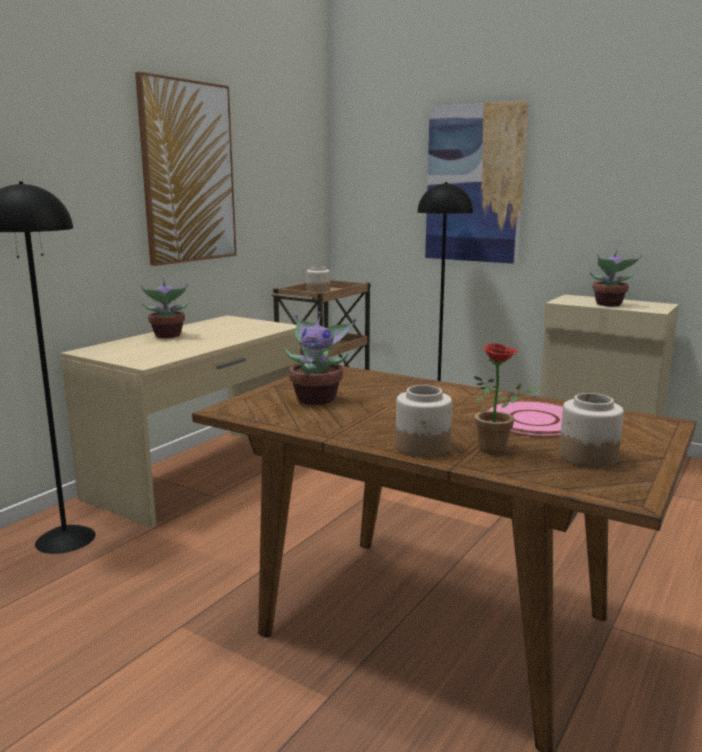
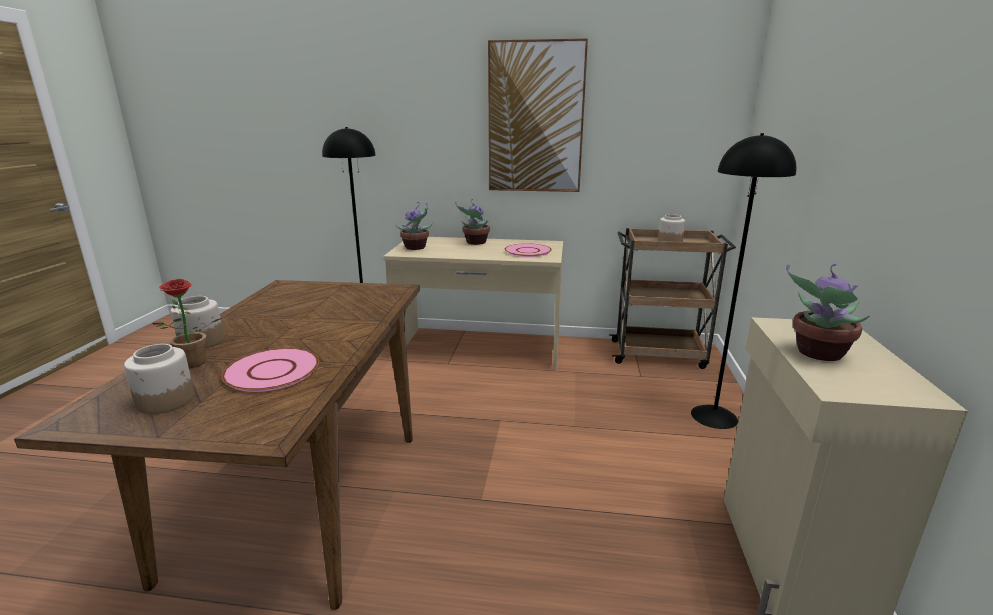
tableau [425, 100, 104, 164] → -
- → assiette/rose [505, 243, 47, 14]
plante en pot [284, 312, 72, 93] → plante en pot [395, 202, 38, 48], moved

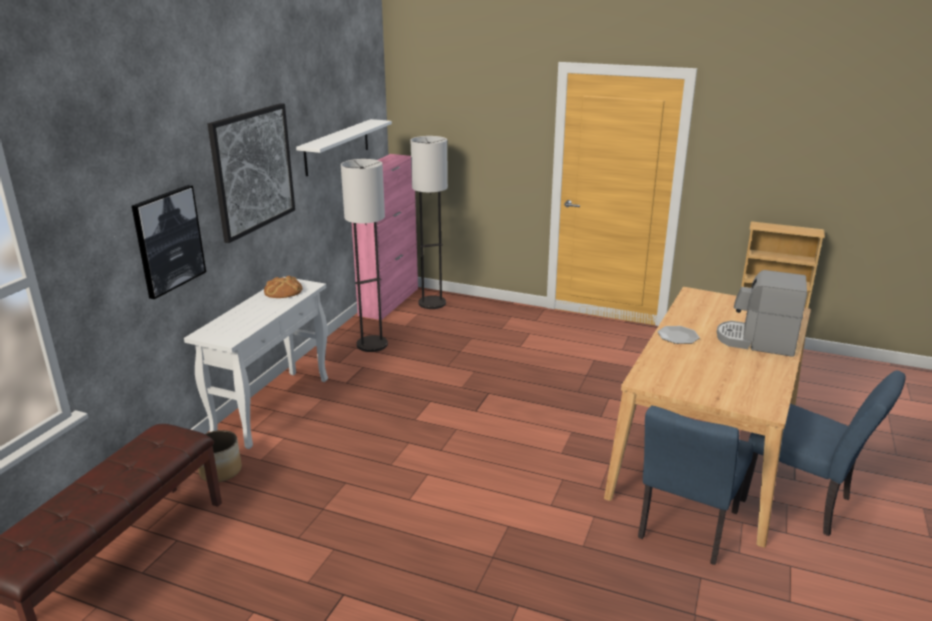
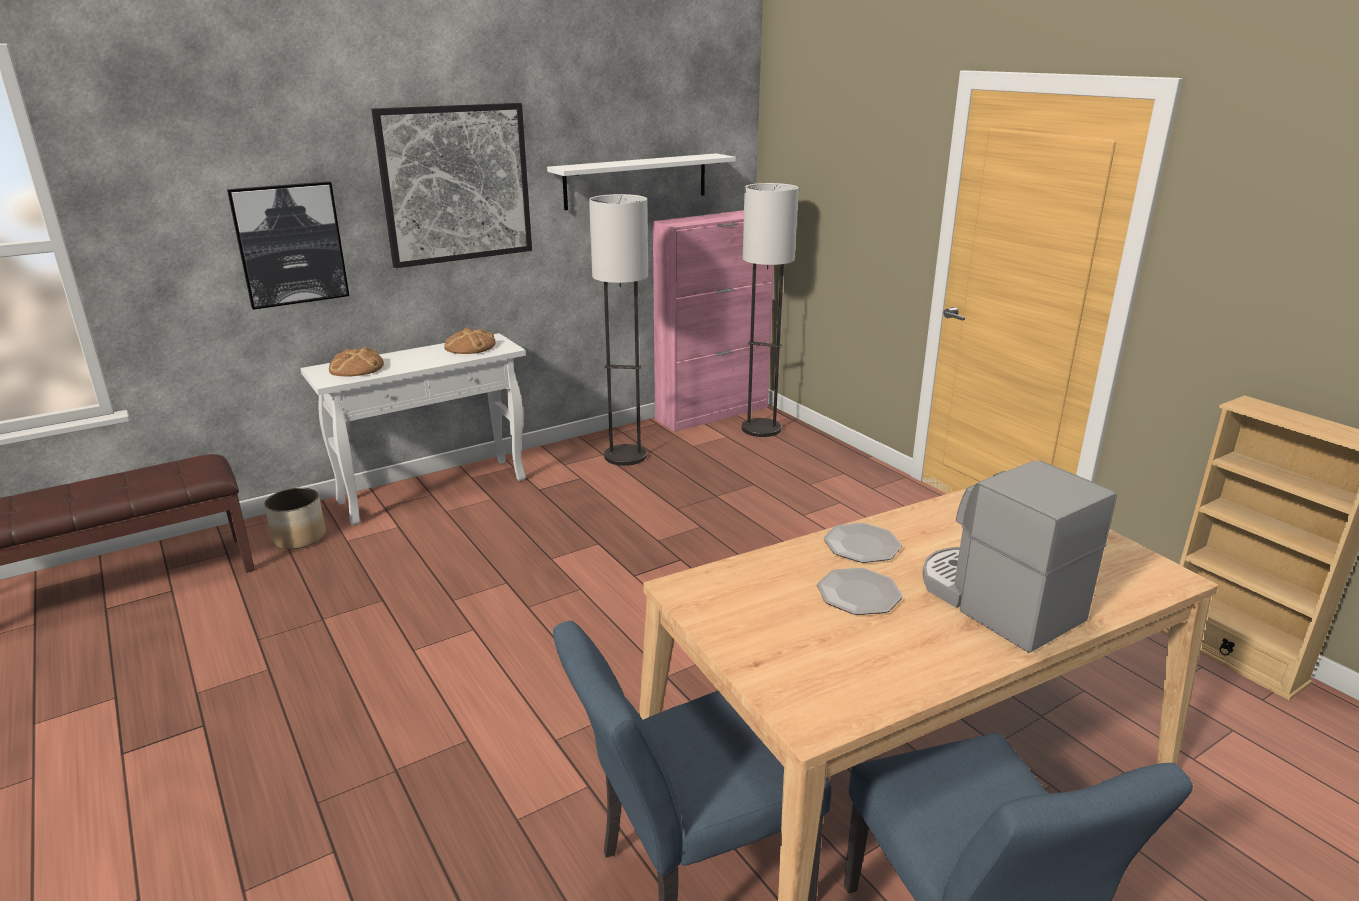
- → pain [329, 347, 55, 30]
- → assiette [817, 568, 86, 47]

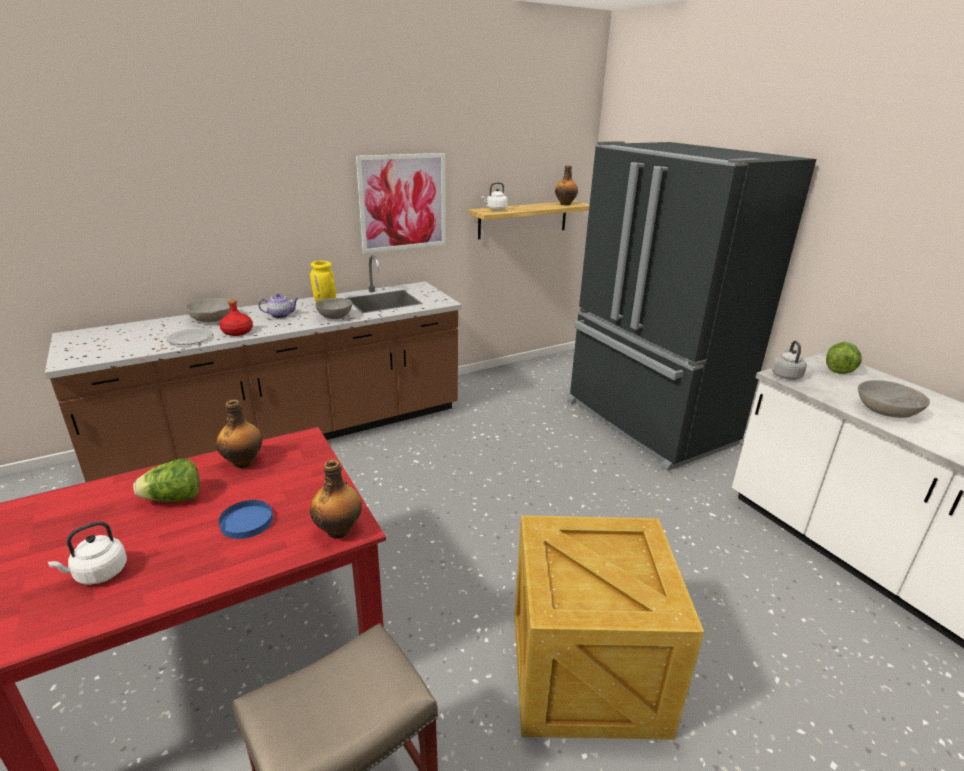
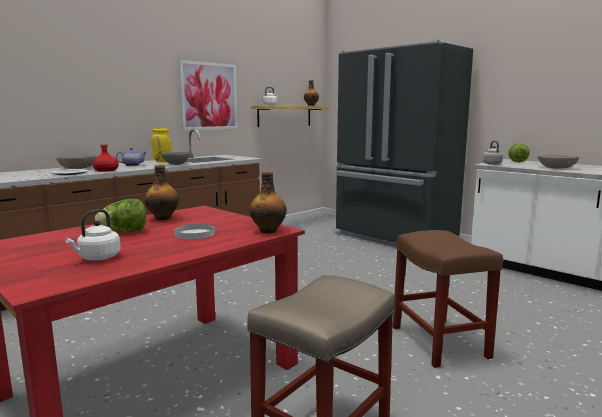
caisse [515, 515, 189, 225] → tabouret/marron [393, 230, 110, 138]
assiette/bleu [219, 500, 54, 39] → assiette/blanc [175, 224, 40, 16]

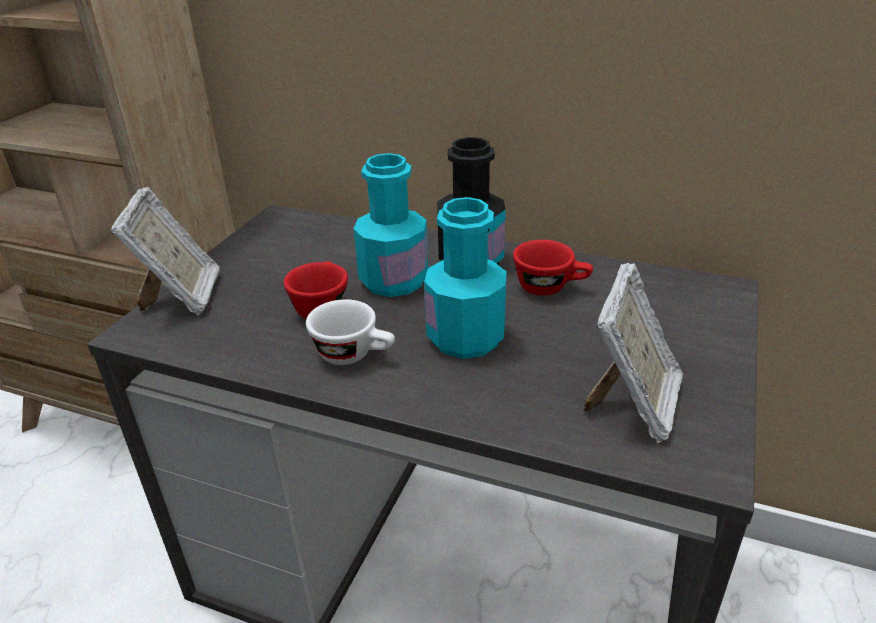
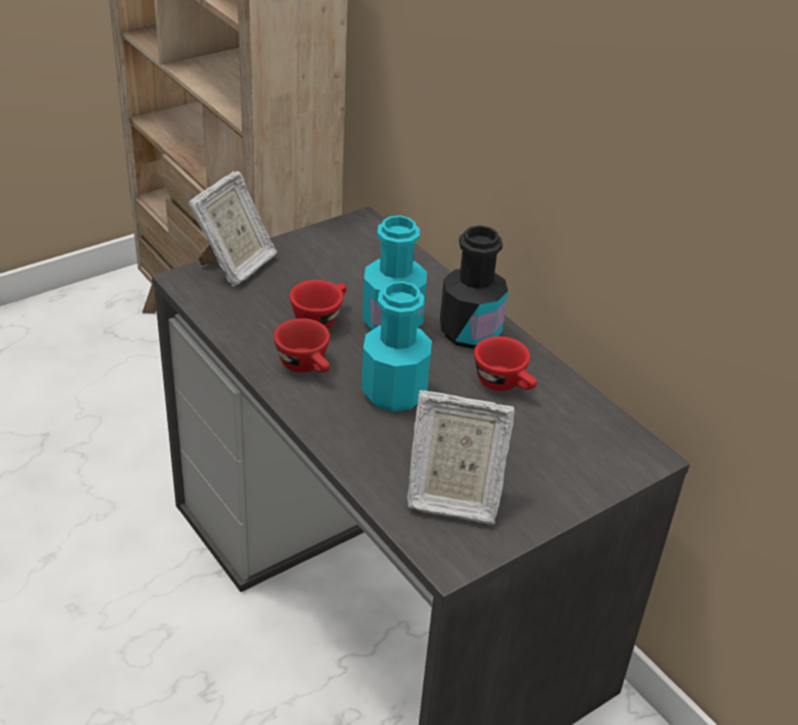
tasse/blanc [306, 299, 89, 66] → tasse/rouge [274, 318, 56, 55]
cadre photo [584, 263, 99, 180] → cadre photo [407, 390, 108, 134], 45 degrees clockwise

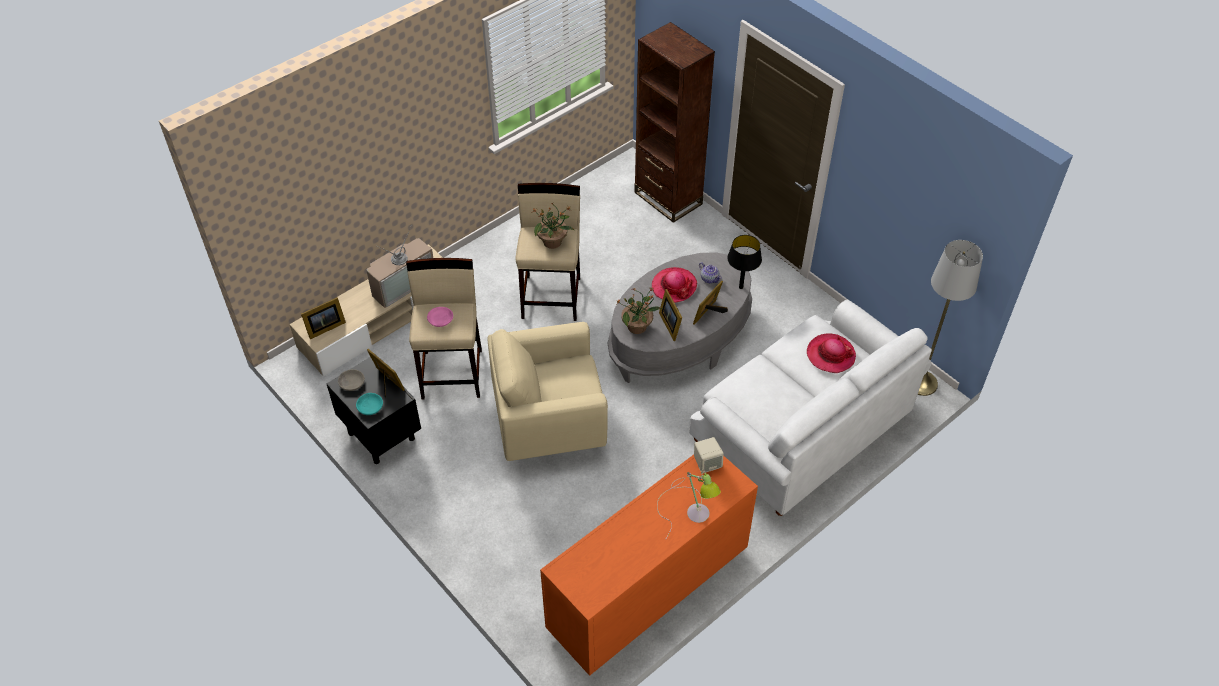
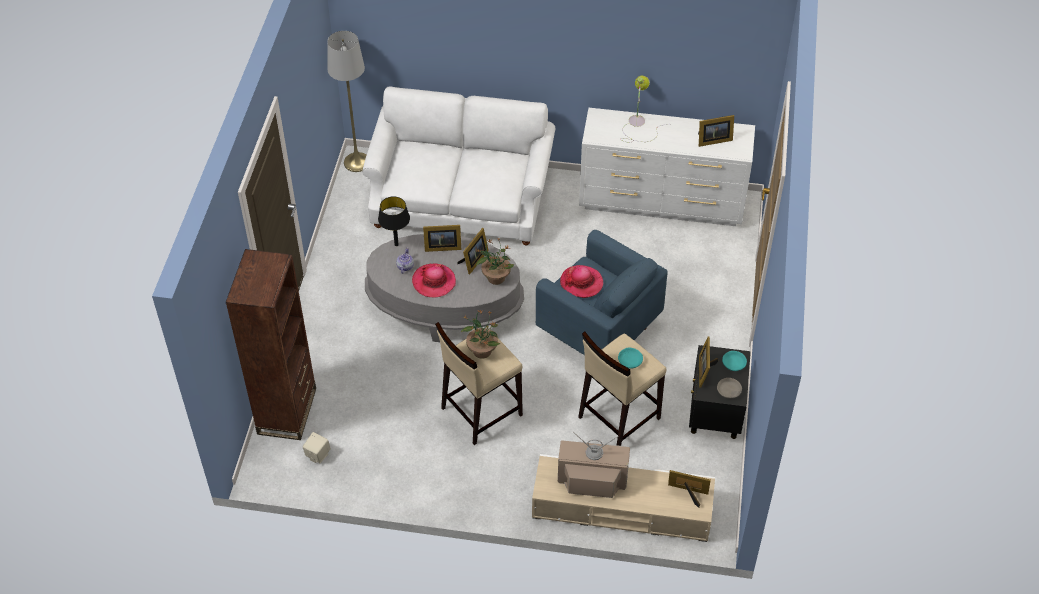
- → cadre photo [698, 115, 36, 32]
enceinte/beige [694, 437, 30, 37] → enceinte/beige [302, 432, 29, 31], moved
chapeau [807, 333, 49, 40] → chapeau [560, 265, 43, 33], moved
bol/rose [427, 307, 26, 20] → bol/turquoise [618, 348, 25, 21]
fauteuil/beige [487, 322, 121, 139] → fauteuil/bleu [536, 230, 132, 125]
commode/orange [540, 455, 218, 221] → commode/blanc [579, 108, 176, 118]

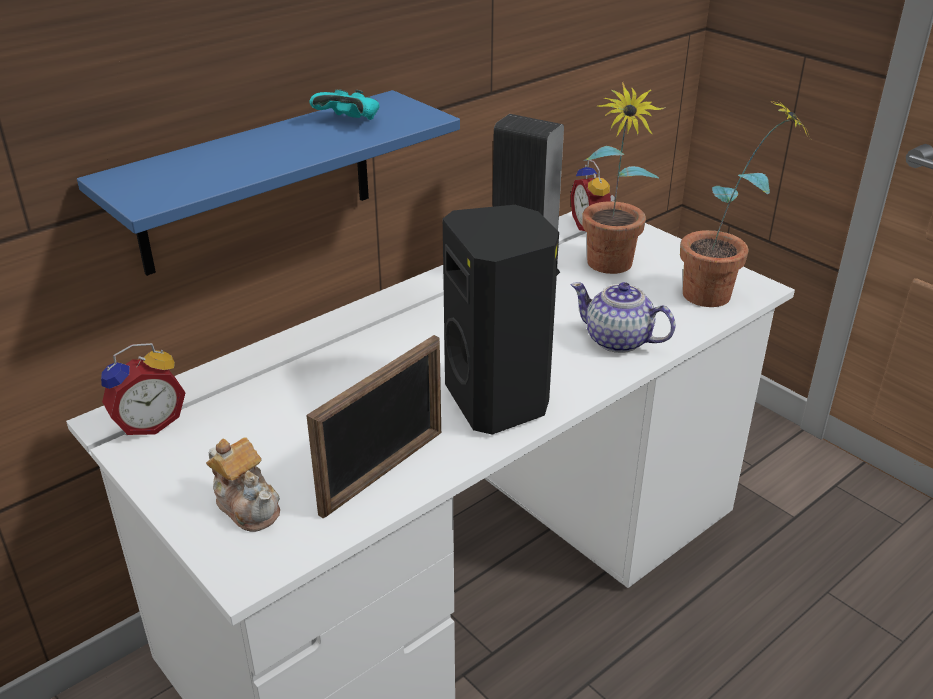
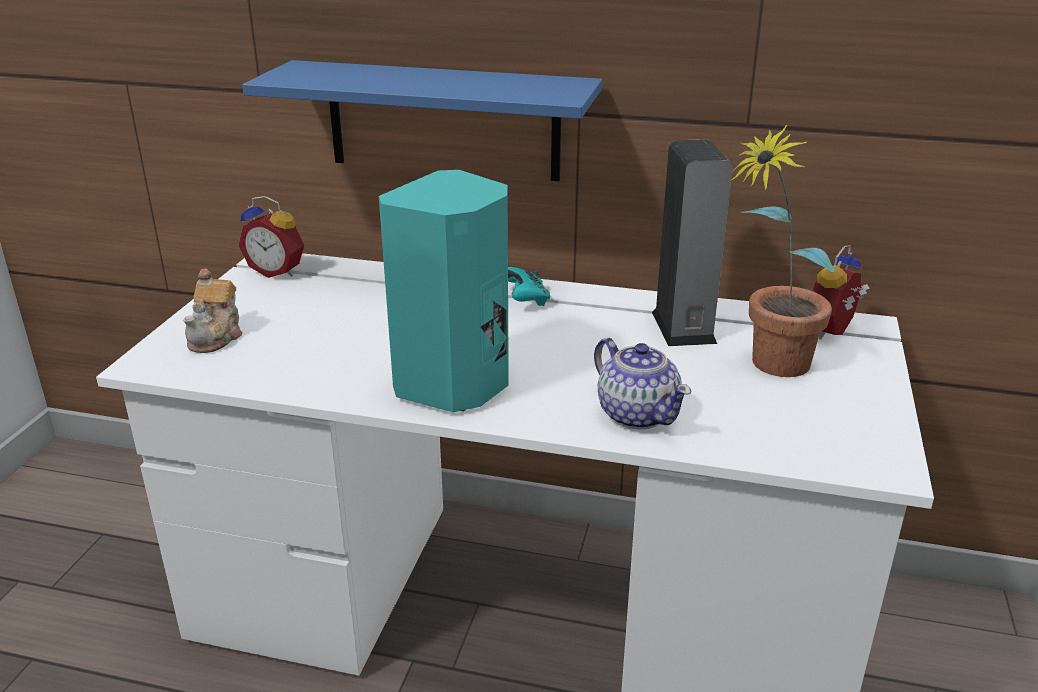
cadre photo [306, 335, 135, 184] → -
plante en pot [680, 101, 130, 206] → -
manette/turquoise [309, 89, 71, 31] → manette/turquoise [508, 267, 43, 39], moved
enceinte/noir [443, 205, 116, 230] → enceinte/turquoise [379, 170, 130, 242]
théière [571, 282, 105, 71] → théière [594, 338, 97, 92], 150 degrees clockwise

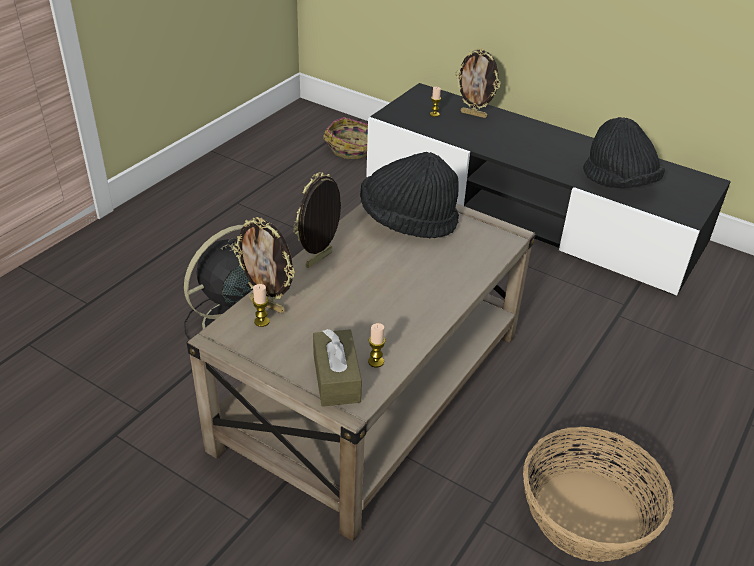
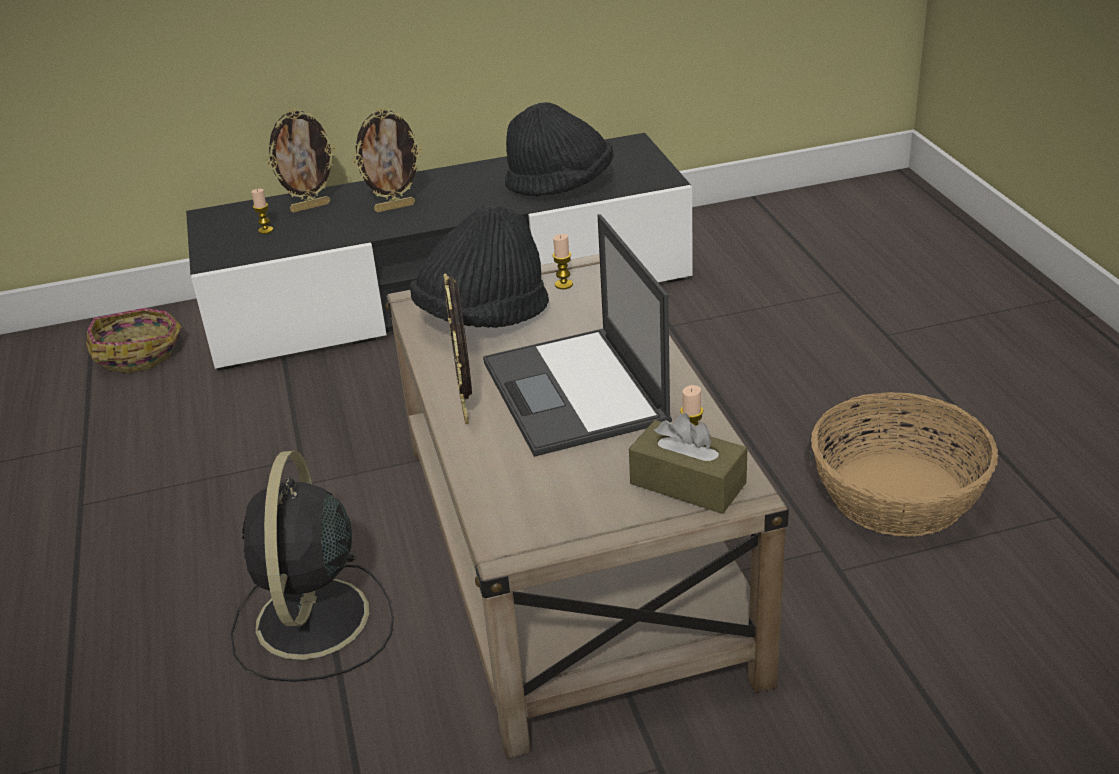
- → ordinateur portable [483, 214, 189, 243]
cadre photo [233, 217, 62, 97] → cadre photo [353, 108, 70, 104], moved
bougie [252, 284, 18, 43] → bougie [553, 234, 20, 55], moved

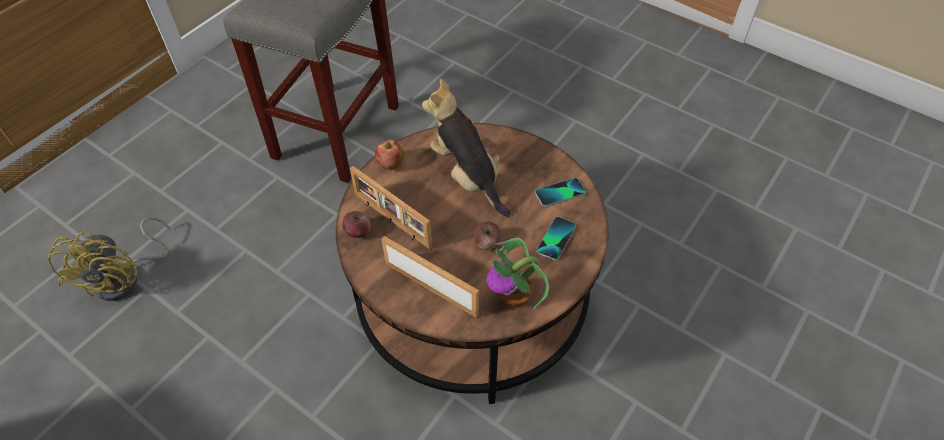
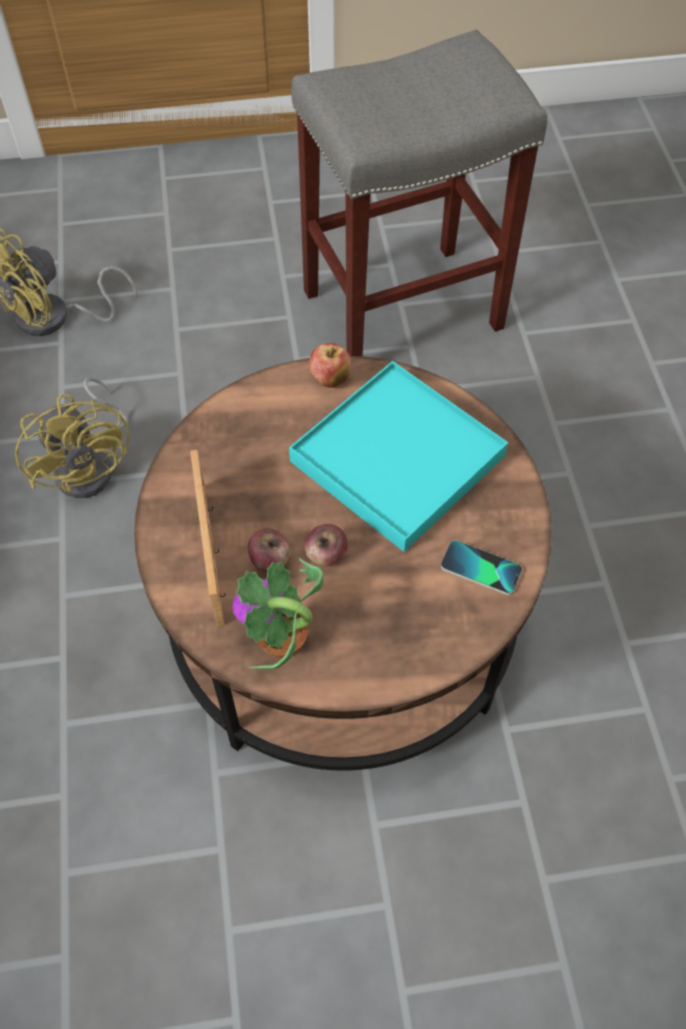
cadre photo [350, 166, 82, 83] → -
téléphone [537, 217, 39, 43] → -
- → ventilateur/jaune [15, 377, 115, 121]
pomme [342, 211, 29, 27] → pomme [248, 528, 42, 44], moved
peluche [422, 79, 88, 138] → plateau/turquoise [289, 361, 219, 191]

